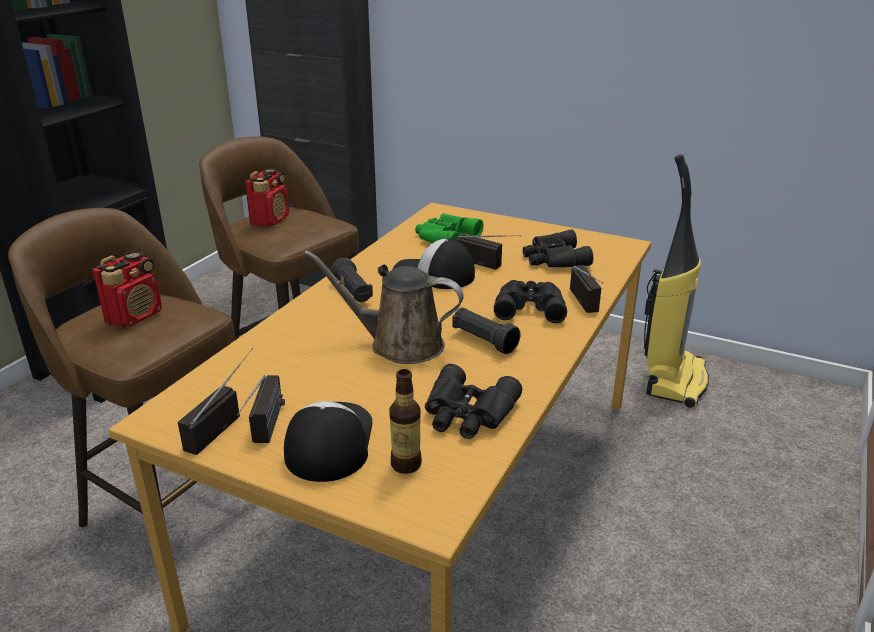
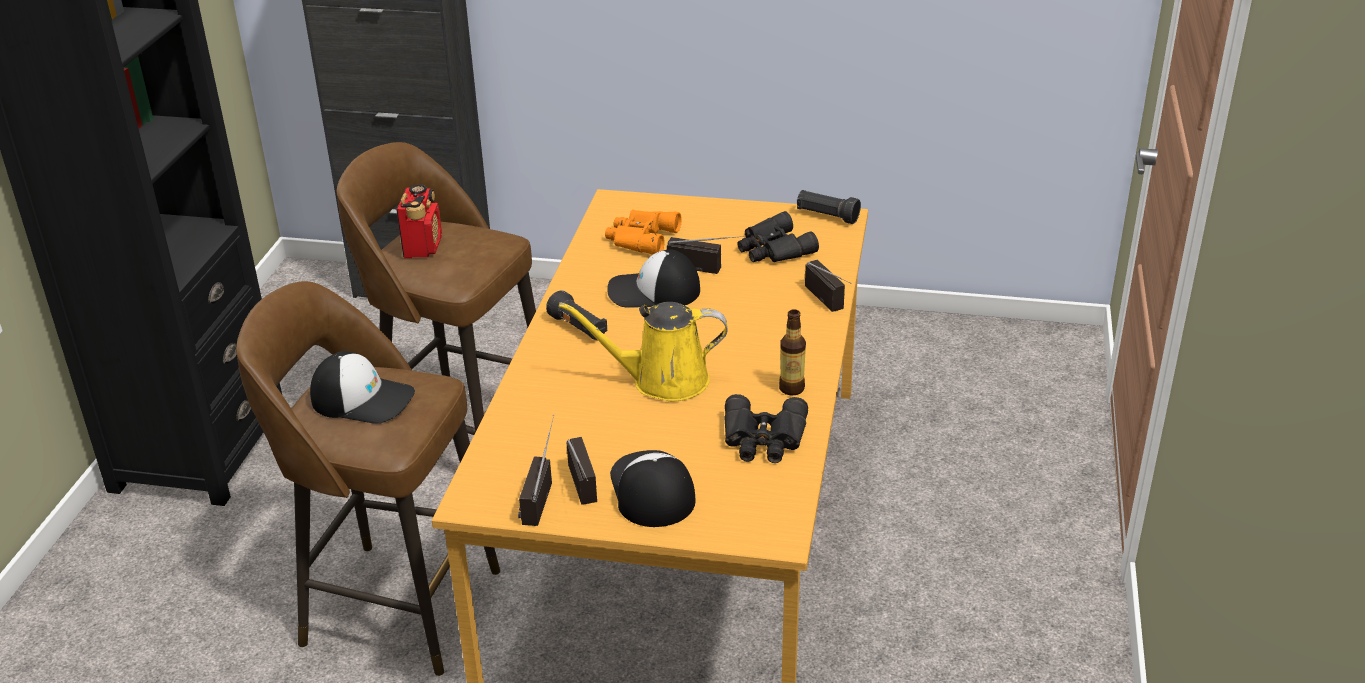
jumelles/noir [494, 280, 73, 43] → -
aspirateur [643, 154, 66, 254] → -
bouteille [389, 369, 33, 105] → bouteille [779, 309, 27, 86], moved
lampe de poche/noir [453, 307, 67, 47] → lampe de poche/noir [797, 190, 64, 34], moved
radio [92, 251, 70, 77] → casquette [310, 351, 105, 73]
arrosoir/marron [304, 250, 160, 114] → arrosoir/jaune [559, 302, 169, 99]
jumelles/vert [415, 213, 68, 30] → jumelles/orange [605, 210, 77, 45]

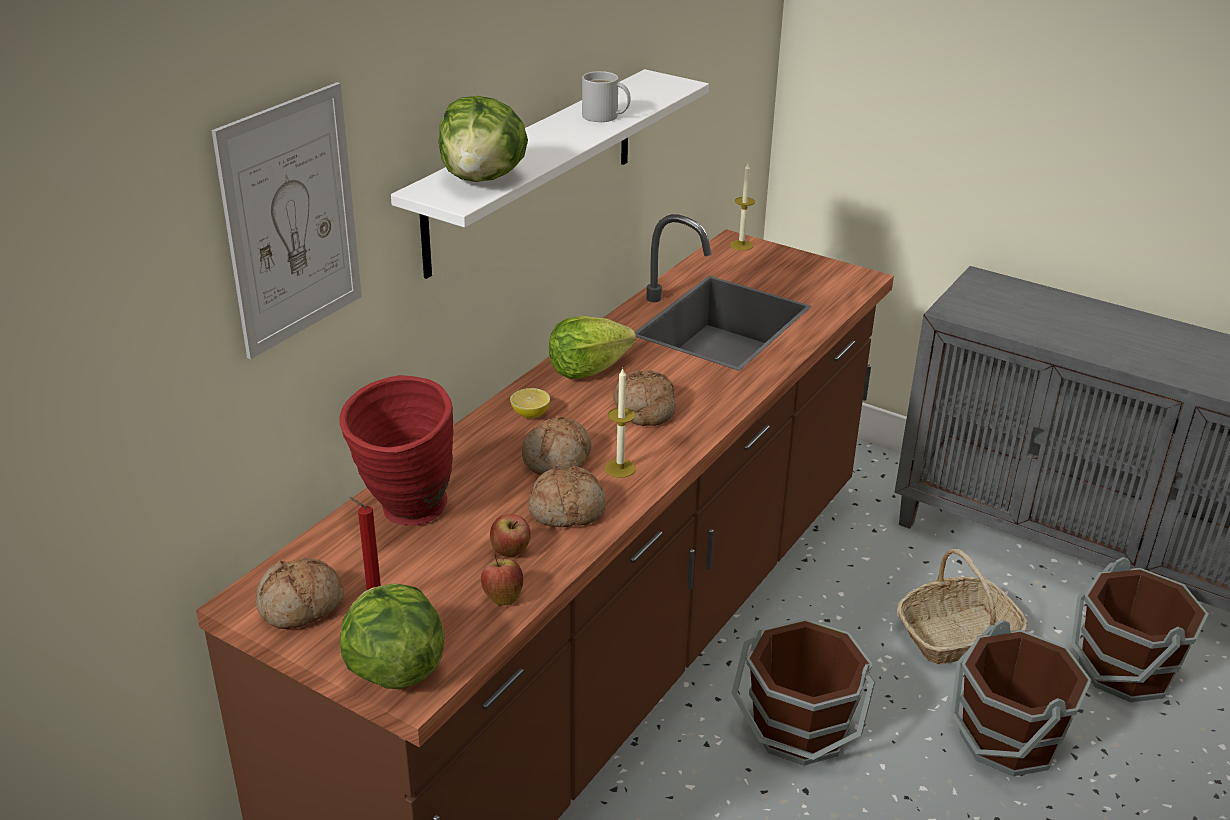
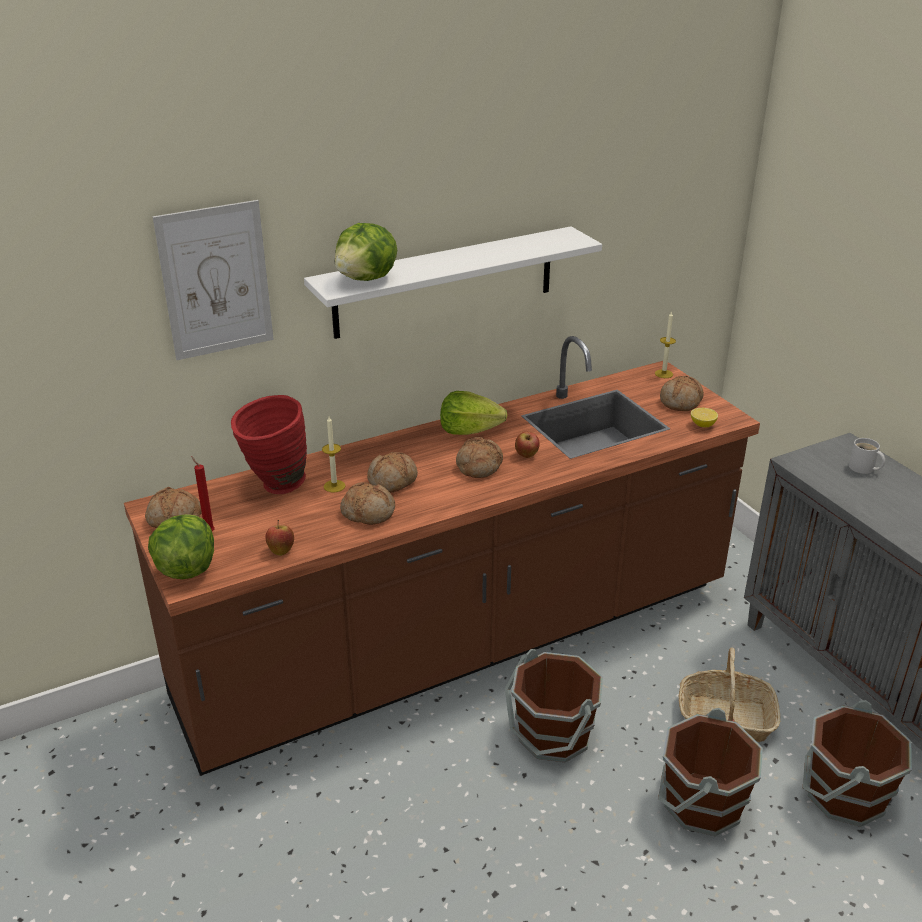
- → pain [660, 376, 44, 35]
pomme [490, 514, 41, 43] → pomme [515, 432, 25, 26], moved
citron [510, 388, 40, 30] → citron [691, 408, 27, 20], moved
mug/blanc [582, 71, 49, 51] → mug/blanc [849, 438, 36, 36], moved
bougie [605, 368, 31, 110] → bougie [322, 417, 24, 76], moved

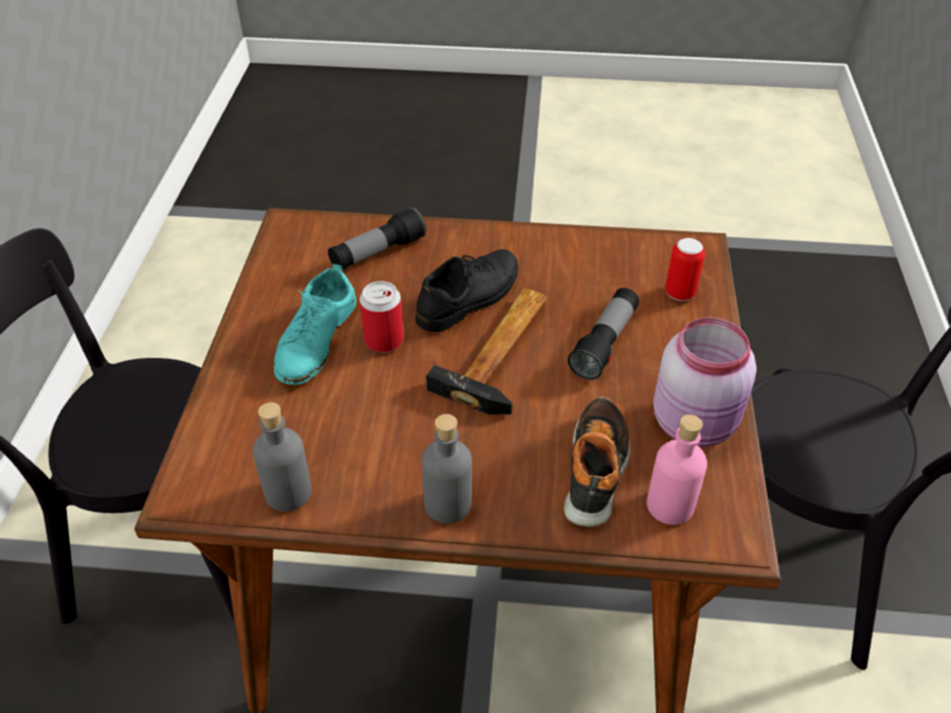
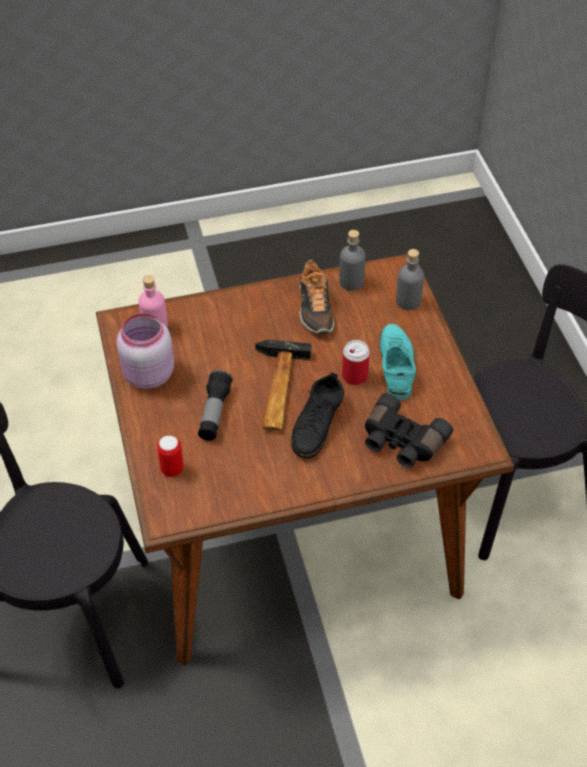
bouteille/gris [422, 414, 50, 110] → bouteille/gris [396, 249, 28, 61], moved
chaussure [564, 397, 66, 130] → chaussure [300, 259, 34, 75], moved
lampe de poche [328, 207, 98, 63] → jumelles/noir [365, 393, 88, 75]

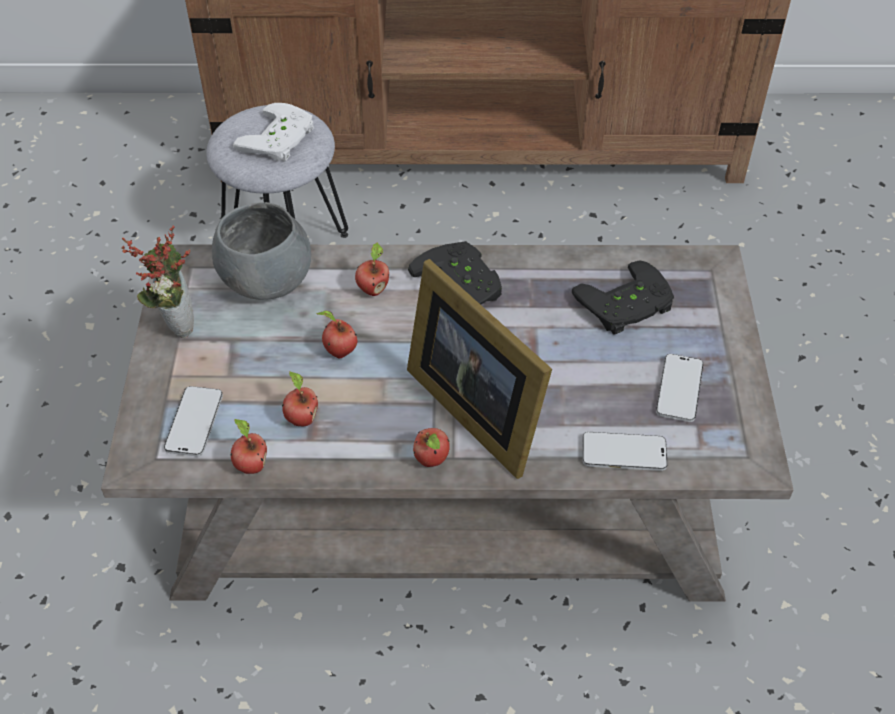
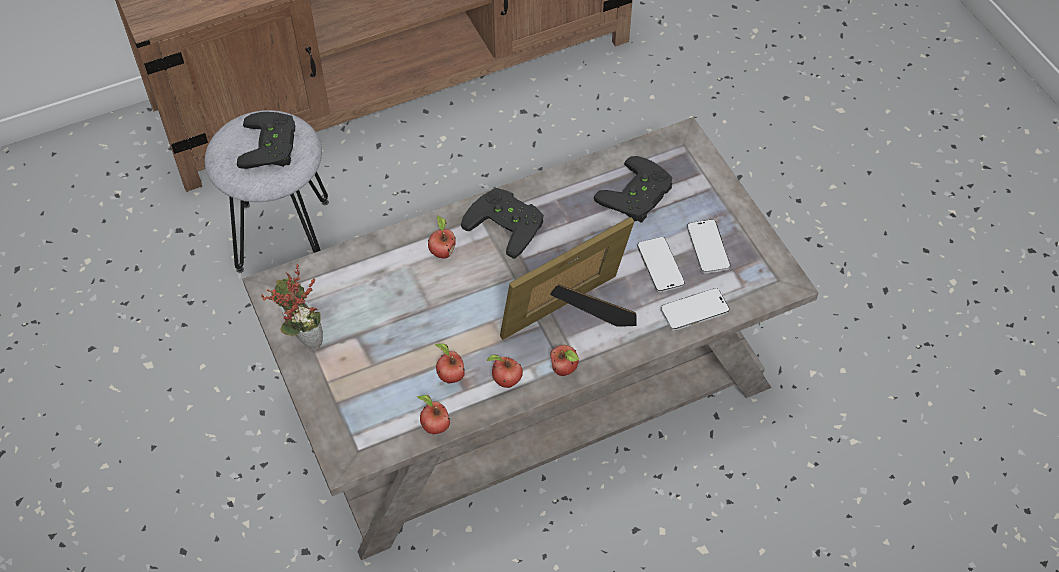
bol/gris [212, 202, 99, 98] → -
téléphone [164, 386, 59, 70] → téléphone [637, 237, 48, 55], moved
pomme [316, 311, 41, 47] → pomme [486, 354, 37, 34], moved
manette/blanc [233, 103, 81, 59] → manette/noir [237, 112, 58, 57]
cadre photo [407, 259, 145, 220] → cadre photo [500, 217, 137, 123], 120 degrees clockwise

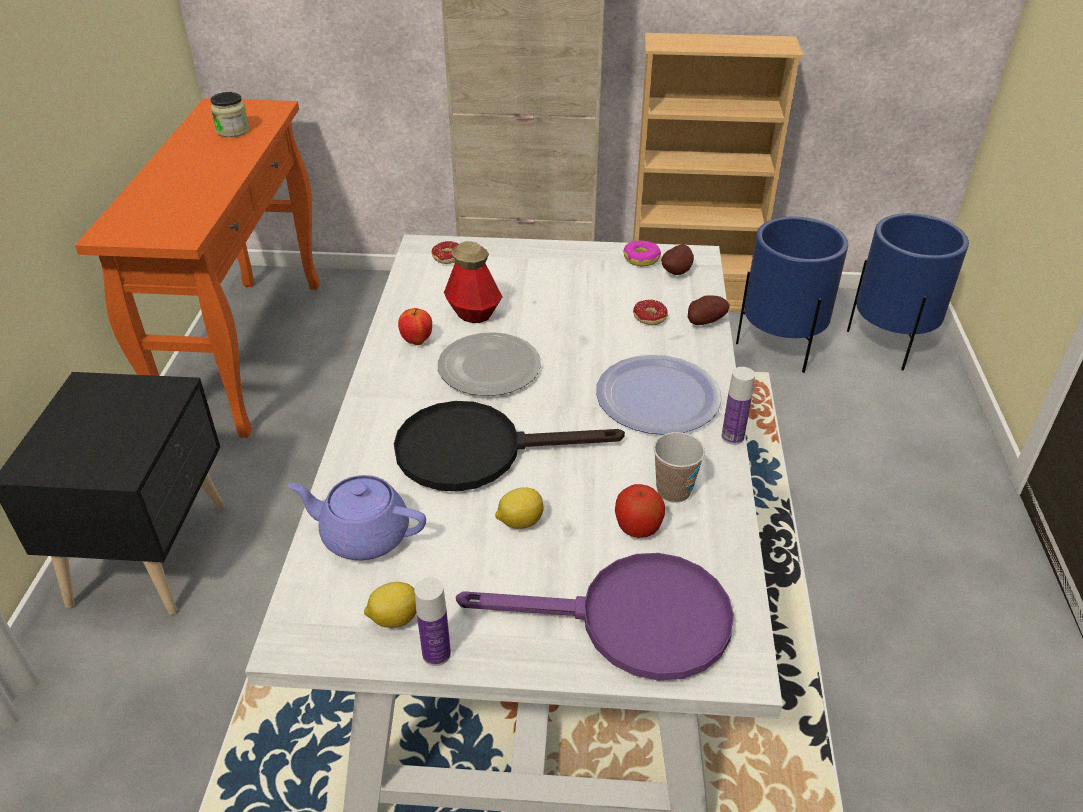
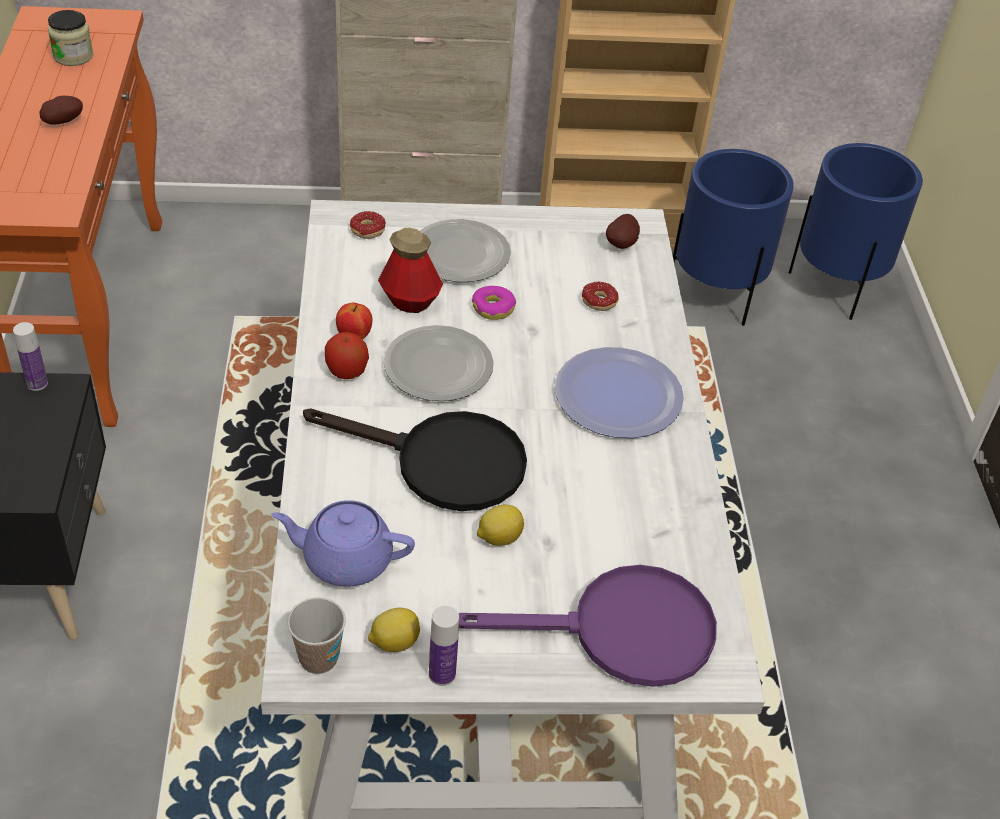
- → assiette [420, 219, 91, 63]
pomme [615, 484, 50, 54] → pomme [325, 332, 44, 47], moved
beignet [623, 241, 38, 25] → beignet [472, 286, 44, 34], moved
tasse [653, 432, 52, 71] → tasse [287, 597, 59, 77], moved
pomme de terre [688, 295, 42, 30] → pomme de terre [39, 96, 44, 29], moved
bouteille [721, 367, 34, 78] → bouteille [13, 322, 35, 69], moved
poêle/noir [394, 401, 231, 90] → poêle/noir [303, 408, 224, 103], 150 degrees counterclockwise

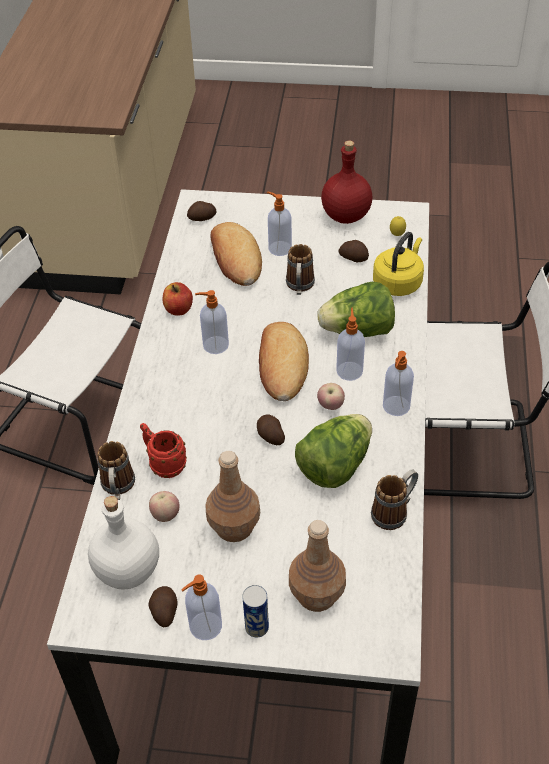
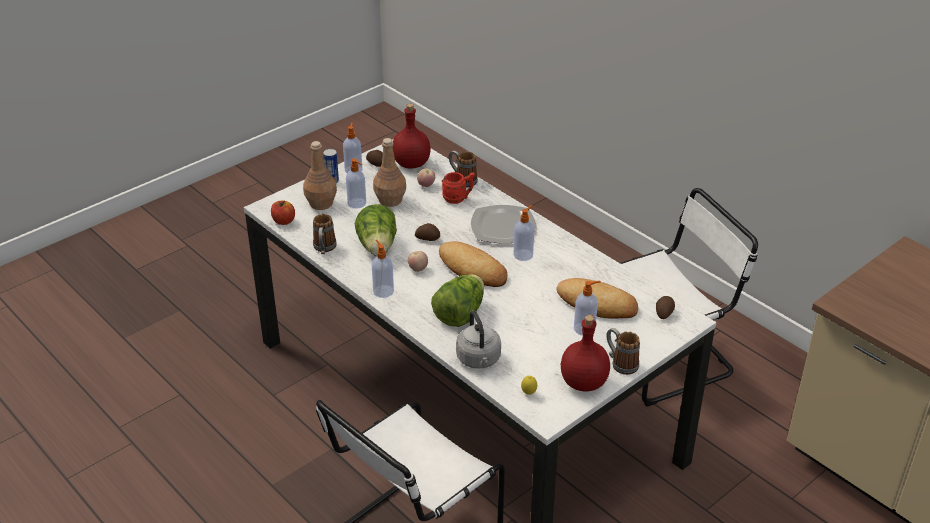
pomme de terre [338, 240, 31, 22] → -
- → assiette [471, 205, 65, 39]
pomme [163, 282, 30, 34] → pomme [271, 201, 24, 24], moved
mug [286, 244, 29, 51] → mug [607, 328, 33, 47], moved
distributeur de savon [336, 308, 29, 73] → distributeur de savon [346, 158, 20, 51], moved
bouteille/blanc [88, 496, 71, 94] → bouteille/rouge [393, 104, 38, 65]
bouilloire/jaune [373, 232, 51, 64] → bouilloire/gris [456, 310, 45, 59]

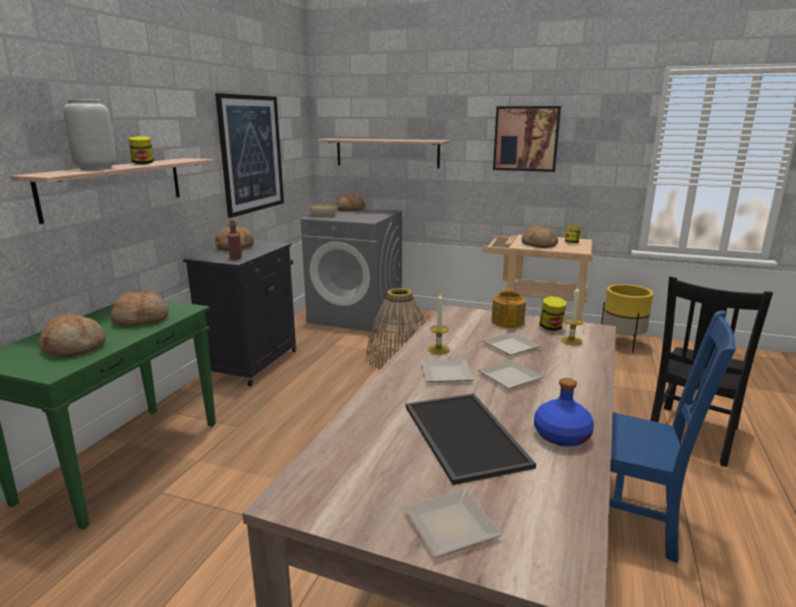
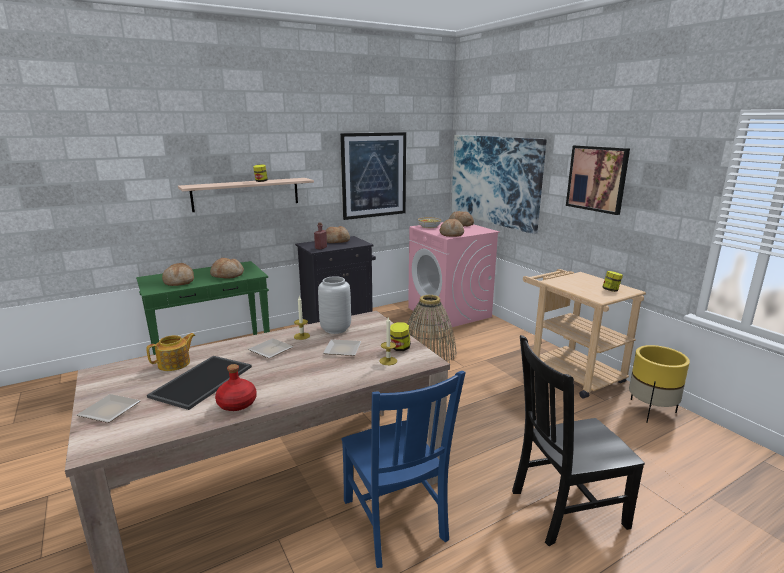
assiette [478, 360, 66, 29] → -
vase/gris [63, 99, 53, 71] → vase/gris [318, 276, 33, 58], moved
théière [491, 288, 35, 40] → théière [146, 333, 49, 38], moved
pain [521, 225, 37, 23] → pain [440, 219, 24, 18], moved
étagère [317, 139, 133, 30] → tableau [451, 135, 96, 99]
lave-linge/gris [301, 208, 102, 124] → lave-linge/rose [408, 222, 92, 106]
bouteille/bleu [534, 378, 60, 68] → bouteille/rouge [215, 364, 42, 47]

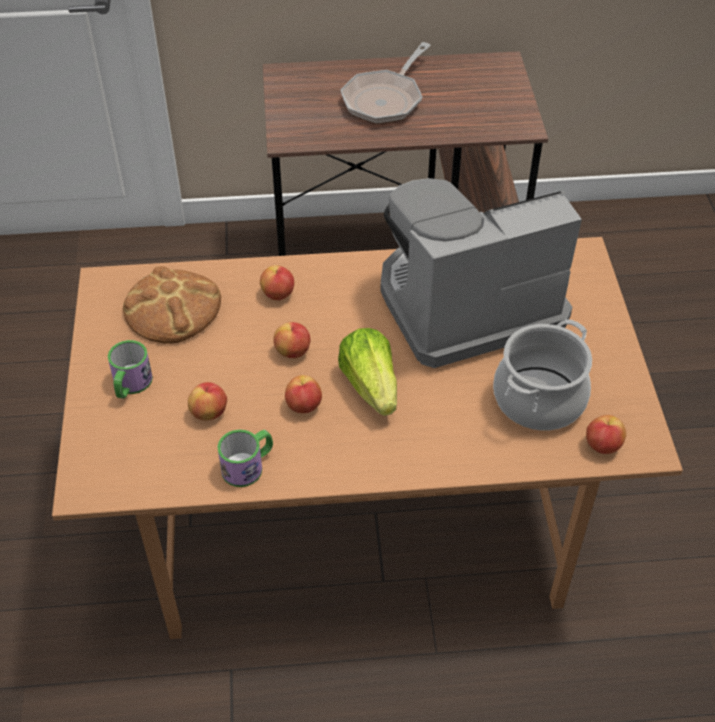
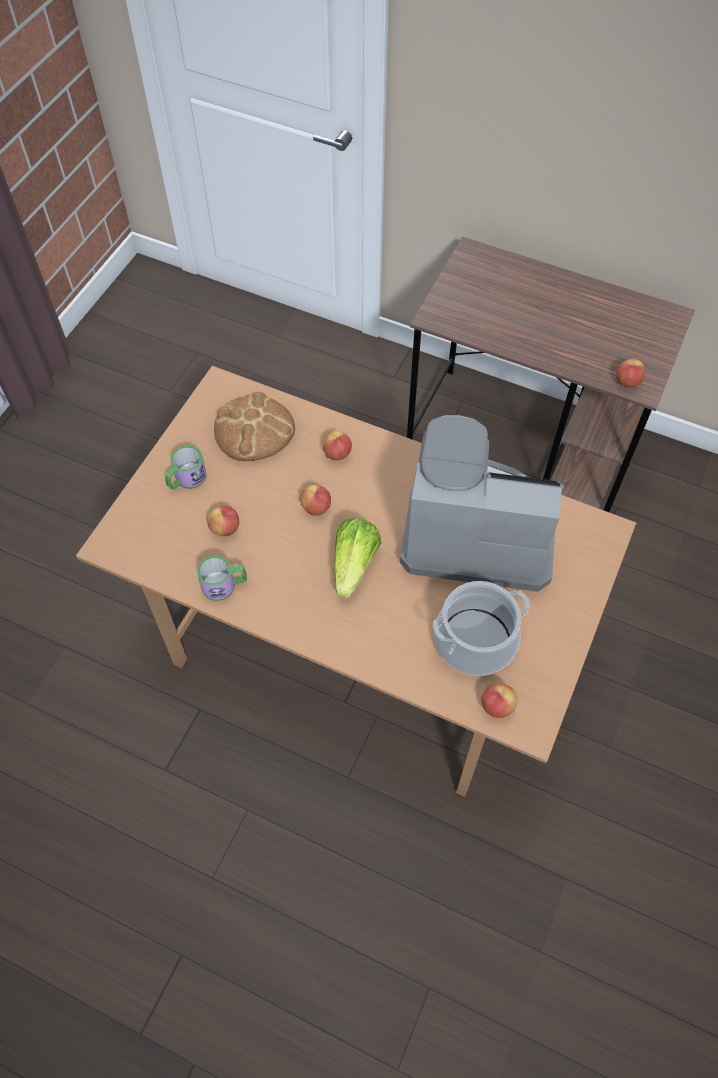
poêle [341, 42, 90, 82] → -
pomme [285, 375, 37, 38] → pomme [617, 359, 28, 28], moved

